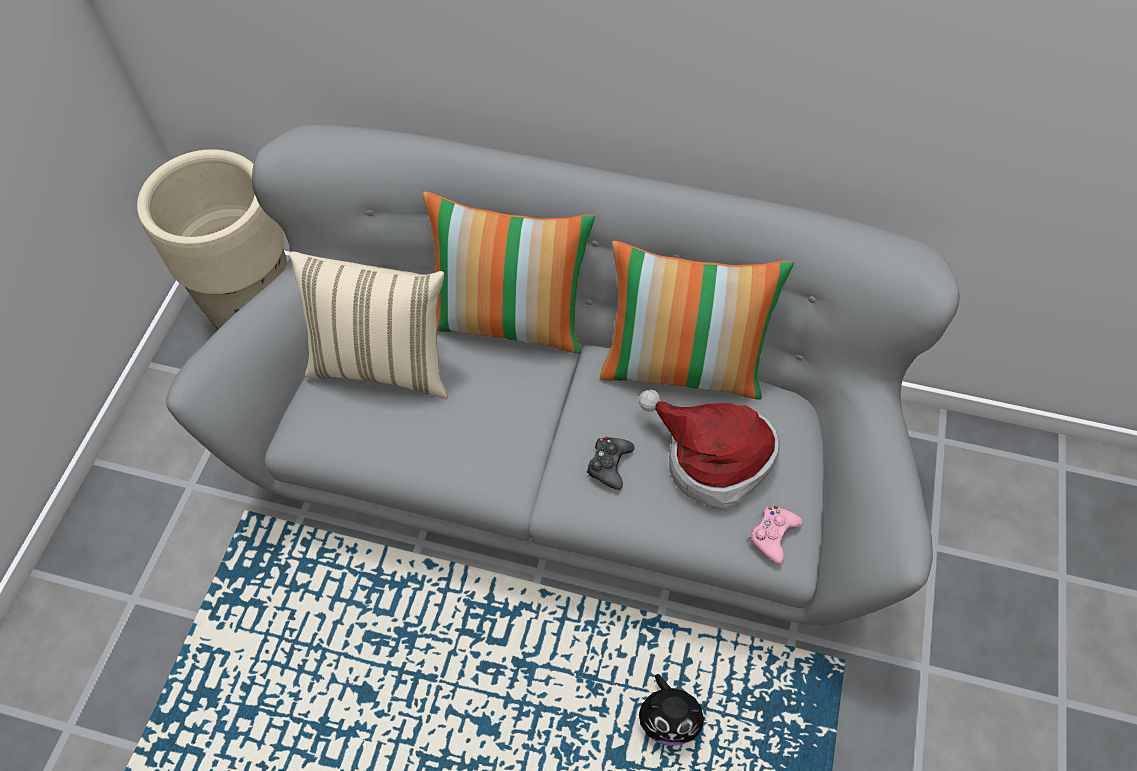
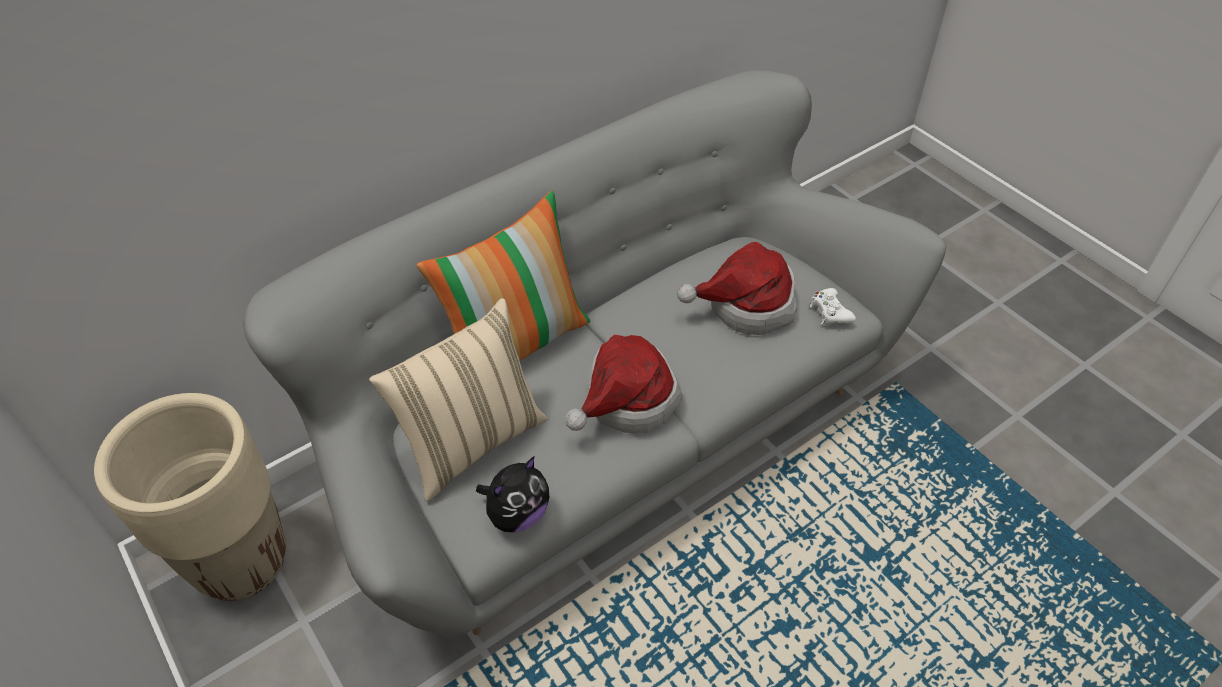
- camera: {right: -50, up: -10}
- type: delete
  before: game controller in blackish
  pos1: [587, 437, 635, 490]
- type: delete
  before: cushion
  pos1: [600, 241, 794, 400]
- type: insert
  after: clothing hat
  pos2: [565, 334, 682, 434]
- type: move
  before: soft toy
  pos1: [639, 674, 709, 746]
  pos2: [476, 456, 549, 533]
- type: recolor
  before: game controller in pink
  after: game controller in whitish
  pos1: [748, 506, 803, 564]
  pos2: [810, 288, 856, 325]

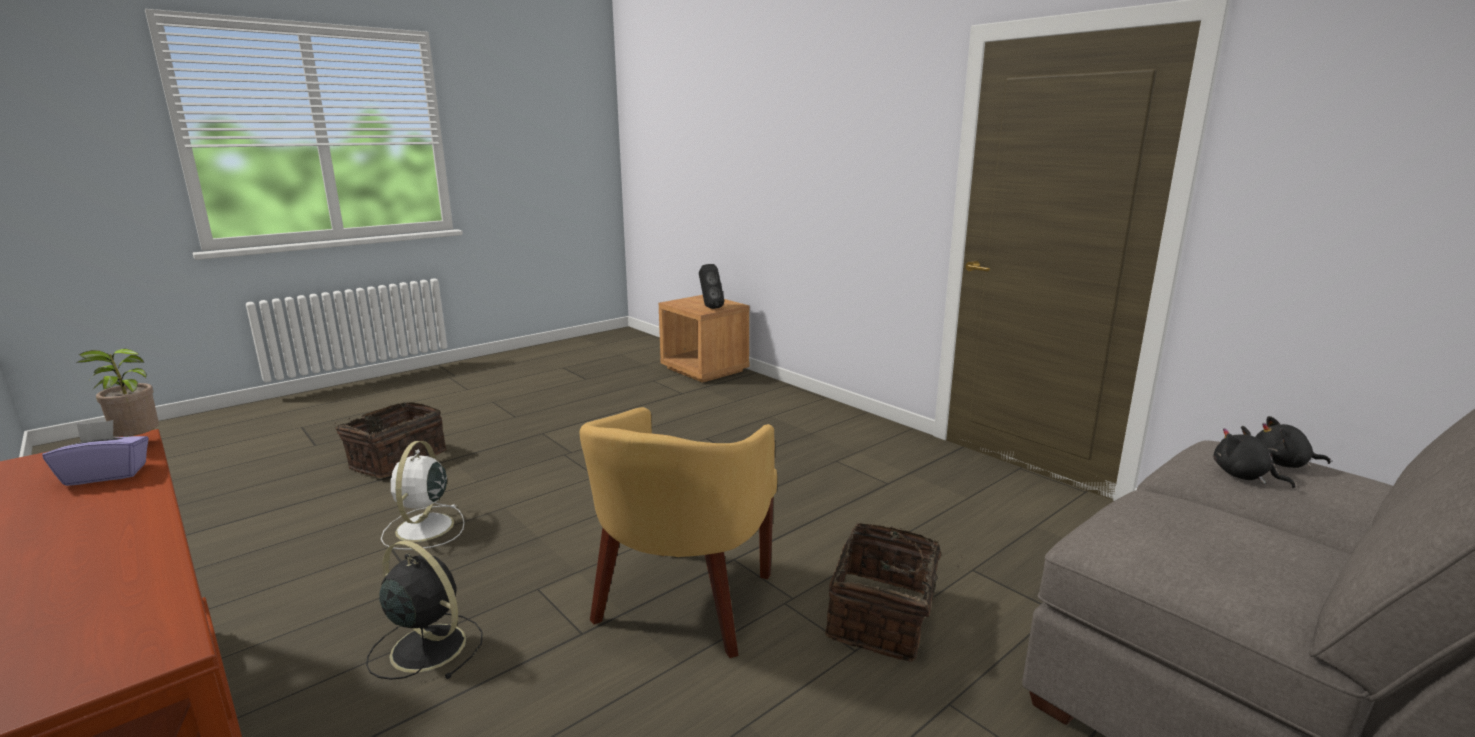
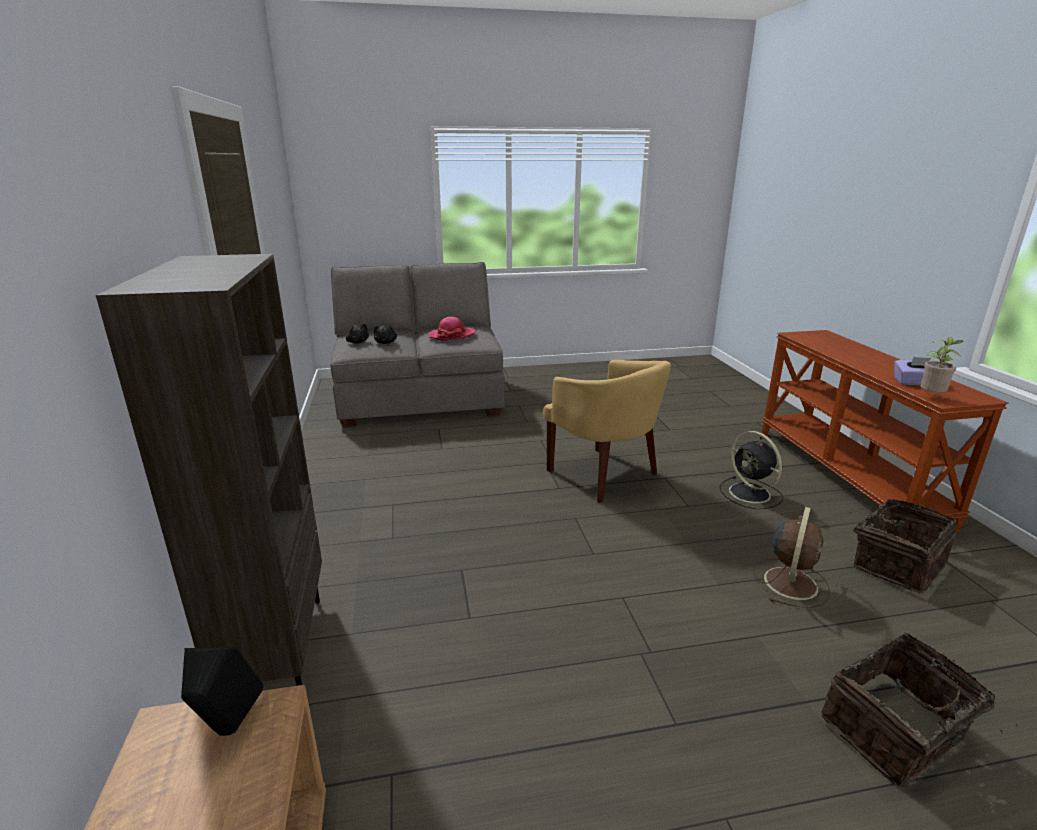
- camera: {right: -150, up: 5}
- type: insert
  after: shelving unit in brownish
  pos2: [96, 254, 322, 686]
- type: insert
  after: clothing hat
  pos2: [428, 317, 476, 341]
- type: move
  before: basket
  pos1: [825, 522, 963, 662]
  pos2: [841, 499, 957, 593]
- type: recolor
  before: electric fan in whitish
  after: electric fan in brownish
  pos1: [381, 441, 464, 550]
  pos2: [753, 507, 830, 608]
- type: rotate
  before: easy chair in yellow
  pos1: [580, 407, 777, 658]
  pos2: [543, 360, 671, 503]
  turn: 90

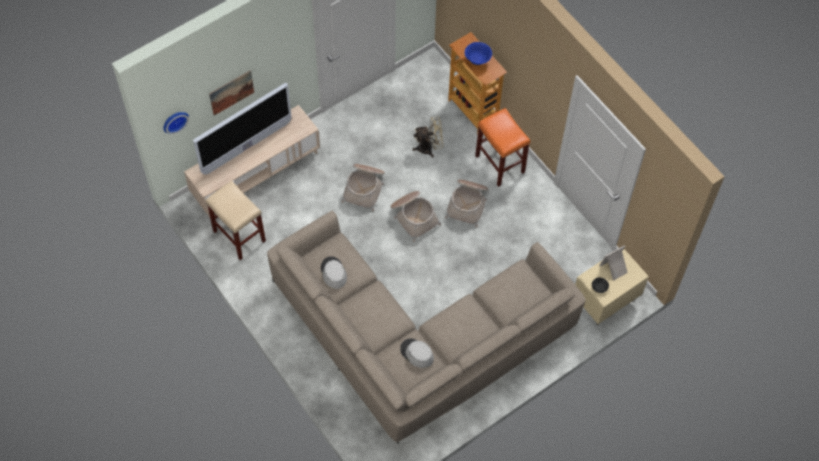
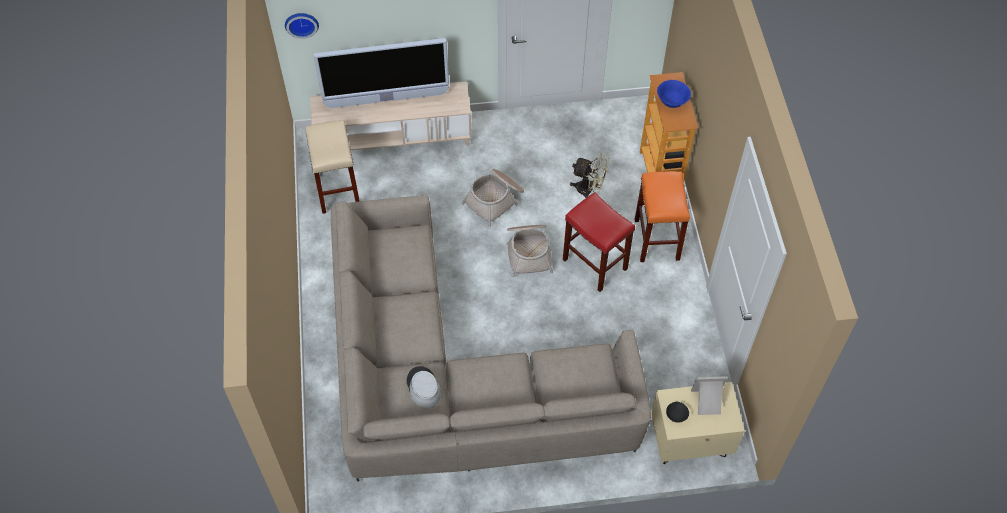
- camera: {right: 30, up: -5}
- type: delete
  before: picture
  pos1: [209, 70, 254, 116]
- type: delete
  before: clothing hat in greyish
  pos1: [321, 256, 347, 289]
- type: replace
  before: basket
  after: stool seat in red-coloured
  pos1: [445, 180, 489, 228]
  pos2: [563, 192, 635, 292]

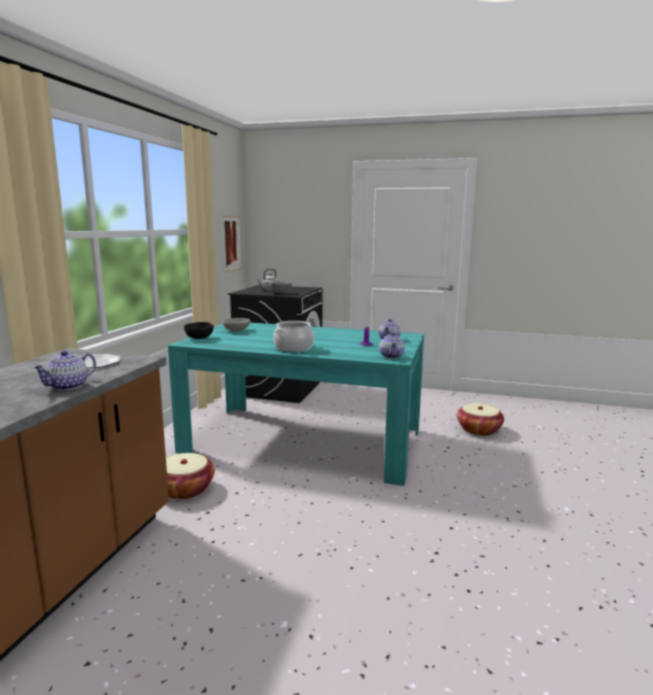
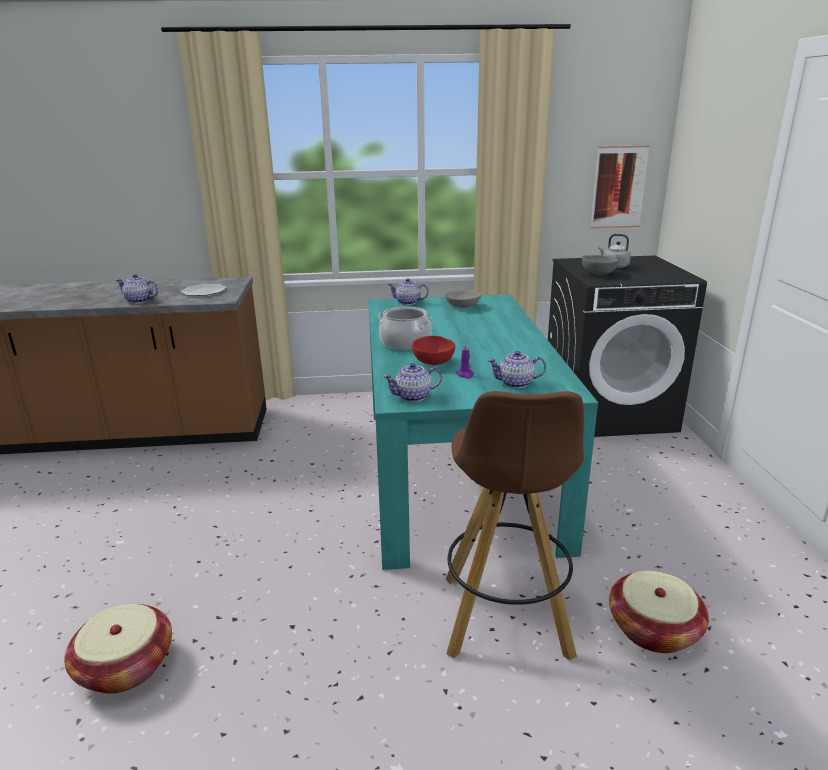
- camera: {right: 70, up: 10}
- type: insert
  after: deep dish in red-coloured
  pos2: [412, 336, 455, 365]
- type: insert
  after: stool seat in brownish
  pos2: [446, 391, 584, 660]
- type: move
  before: basket
  pos1: [166, 453, 215, 499]
  pos2: [64, 604, 172, 694]
- type: replace
  before: deep dish in blackish
  after: teapot
  pos1: [184, 322, 214, 339]
  pos2: [388, 278, 429, 305]

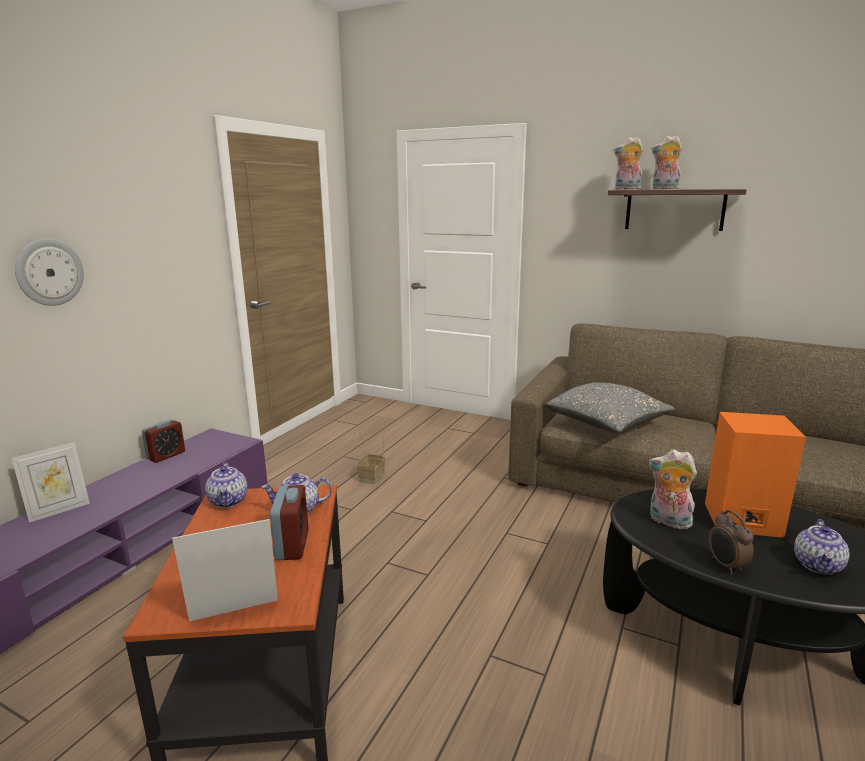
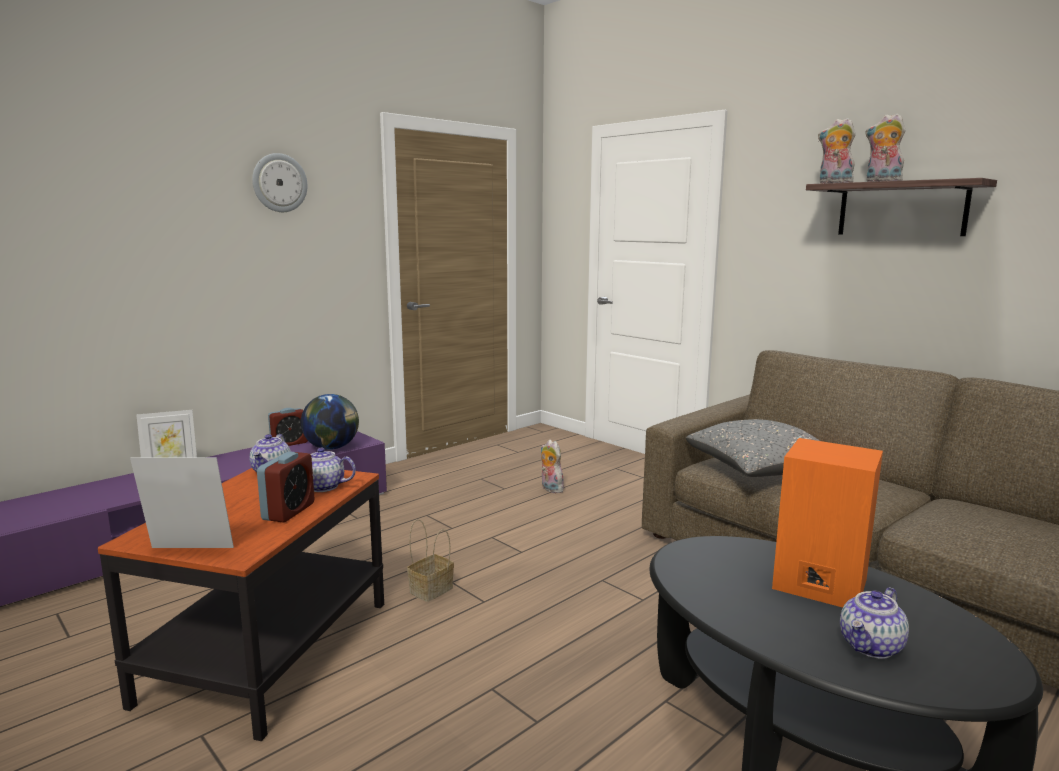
- camera: {right: 20, up: -5}
- type: delete
  before: alarm clock
  pos1: [708, 510, 754, 574]
- type: insert
  after: globe
  pos2: [301, 394, 359, 450]
- type: move
  before: hanging clock
  pos1: [15, 239, 84, 306]
  pos2: [252, 153, 307, 212]
- type: move
  before: basket
  pos1: [356, 432, 385, 484]
  pos2: [407, 519, 454, 602]
- type: move
  before: soft toy
  pos1: [649, 449, 697, 529]
  pos2: [541, 440, 564, 493]

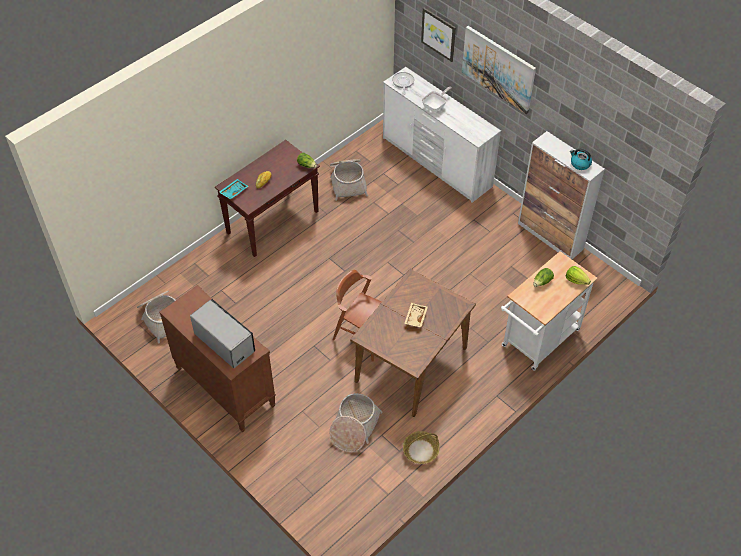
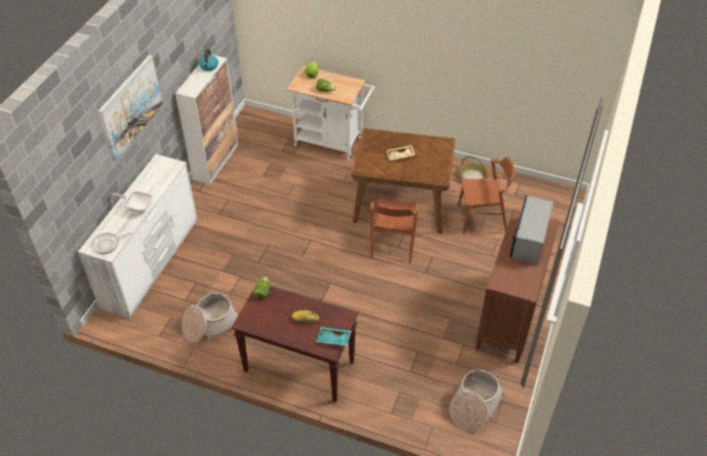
- camera: {right: -115, up: -5}
- type: delete
  before: picture
  pos1: [421, 8, 456, 62]
- type: replace
  before: basket
  after: plain chair in brownish
  pos1: [330, 393, 383, 452]
  pos2: [457, 157, 515, 234]

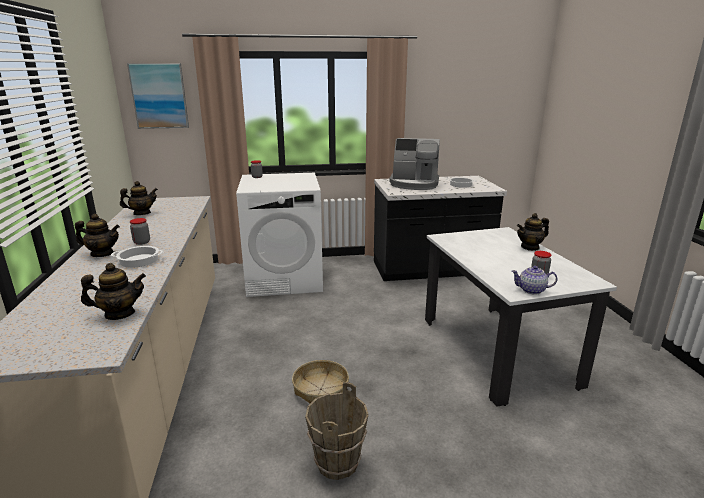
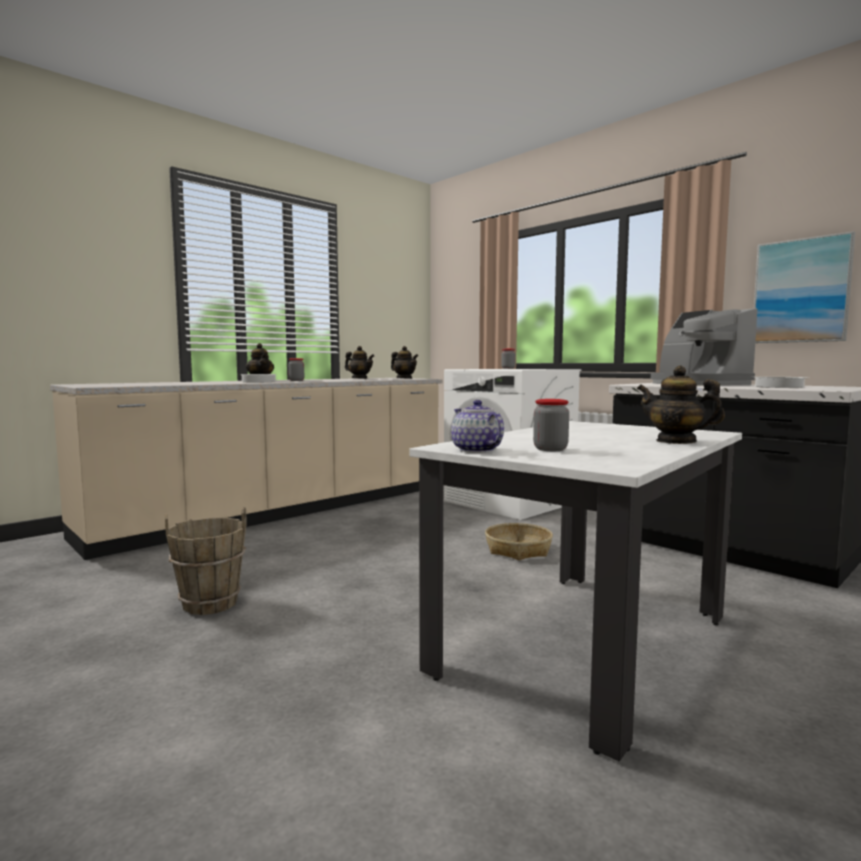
- camera: {right: 55, up: -15}
- type: move
  before: teapot
  pos1: [81, 263, 146, 320]
  pos2: [391, 346, 418, 379]
- type: move
  before: picture
  pos1: [127, 63, 189, 129]
  pos2: [754, 231, 855, 343]
- type: move
  before: basket
  pos1: [292, 360, 349, 404]
  pos2: [485, 523, 553, 560]

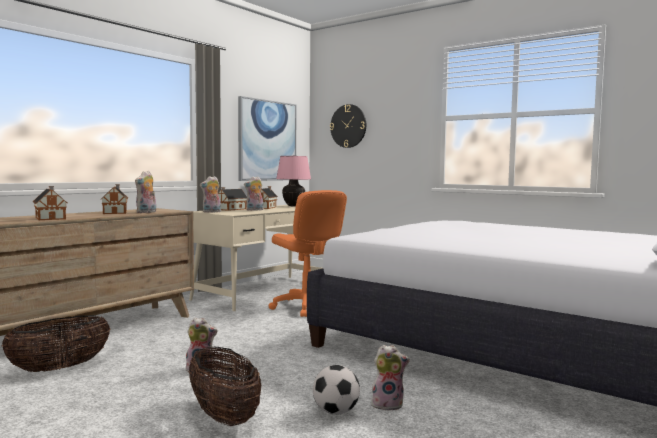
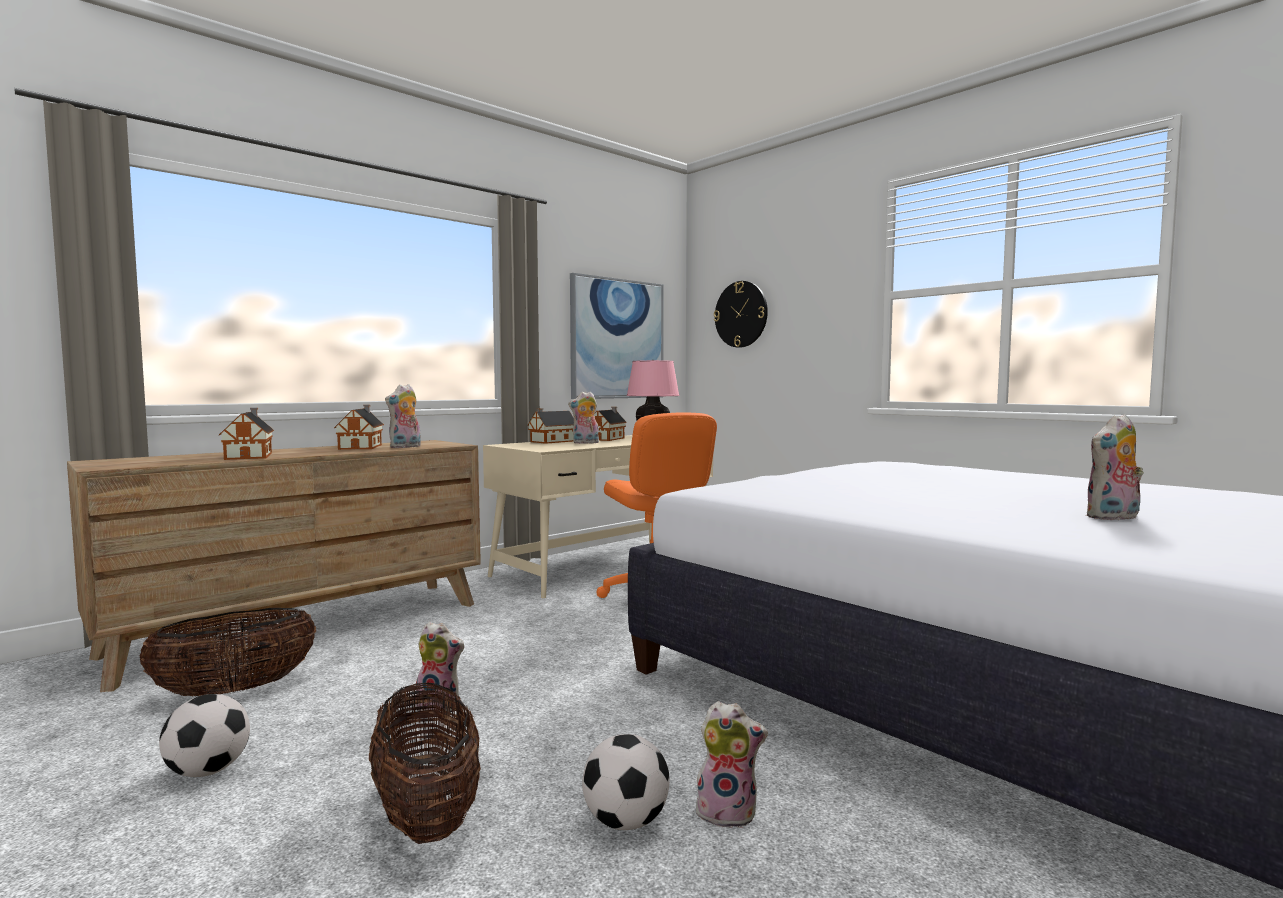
- camera: {right: 10, up: 0}
- type: insert
  after: football
  pos2: [159, 694, 250, 777]
- type: move
  before: soft toy
  pos1: [200, 176, 221, 213]
  pos2: [1085, 414, 1144, 520]

